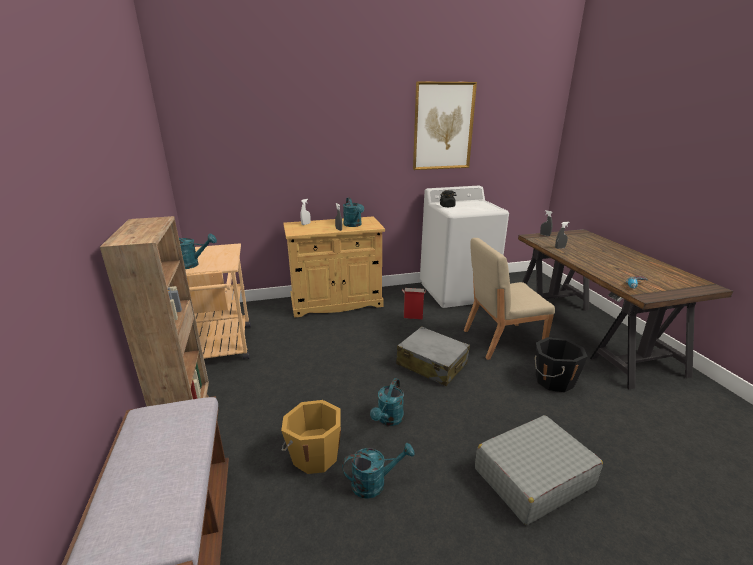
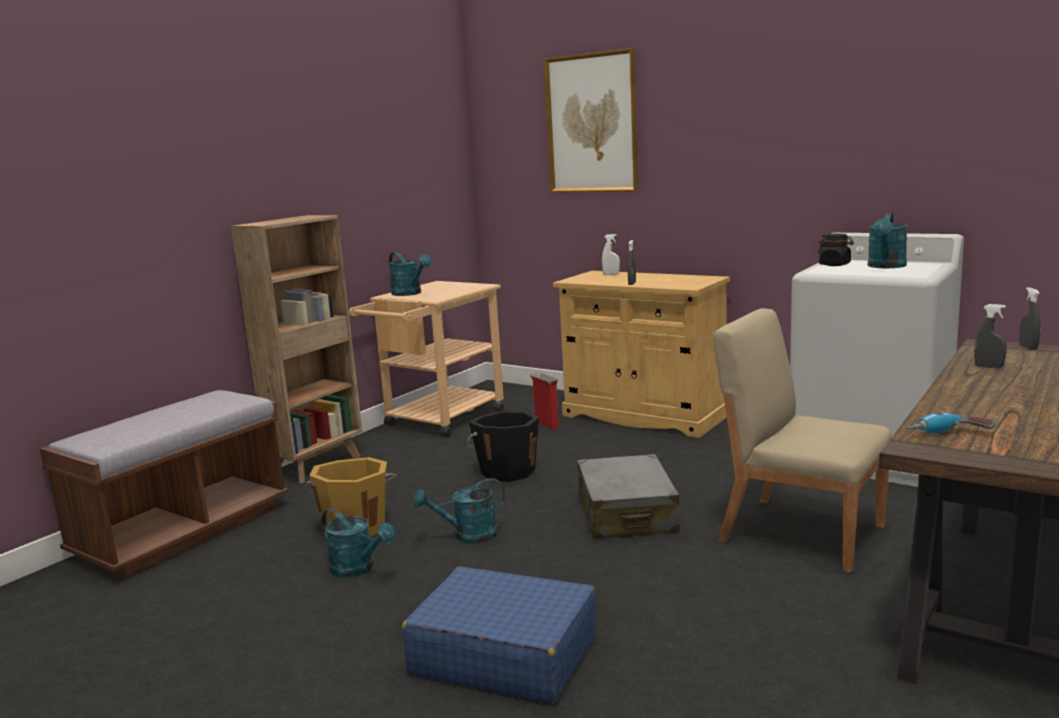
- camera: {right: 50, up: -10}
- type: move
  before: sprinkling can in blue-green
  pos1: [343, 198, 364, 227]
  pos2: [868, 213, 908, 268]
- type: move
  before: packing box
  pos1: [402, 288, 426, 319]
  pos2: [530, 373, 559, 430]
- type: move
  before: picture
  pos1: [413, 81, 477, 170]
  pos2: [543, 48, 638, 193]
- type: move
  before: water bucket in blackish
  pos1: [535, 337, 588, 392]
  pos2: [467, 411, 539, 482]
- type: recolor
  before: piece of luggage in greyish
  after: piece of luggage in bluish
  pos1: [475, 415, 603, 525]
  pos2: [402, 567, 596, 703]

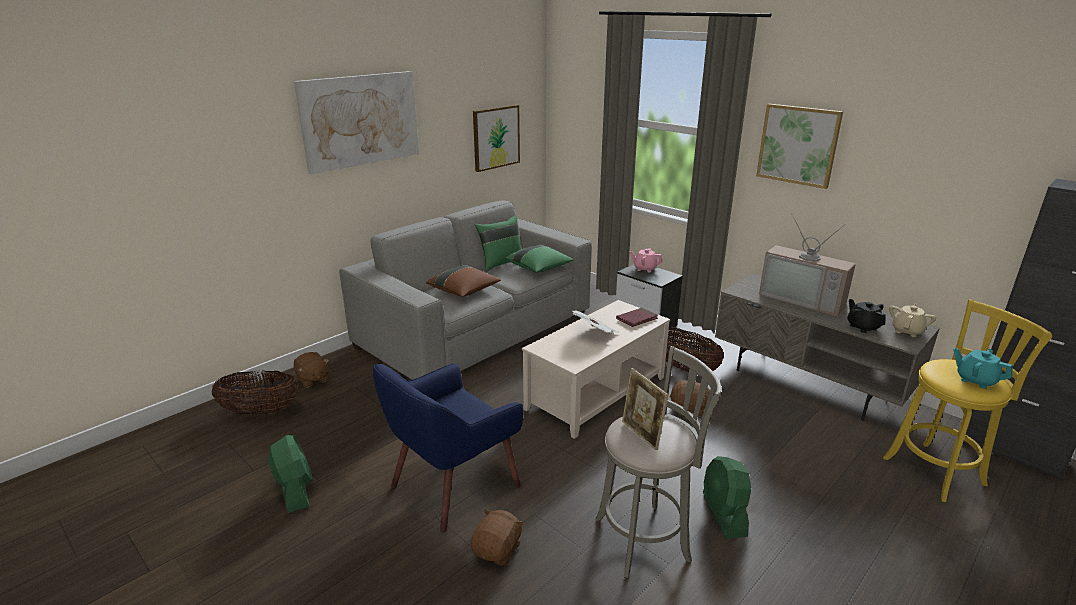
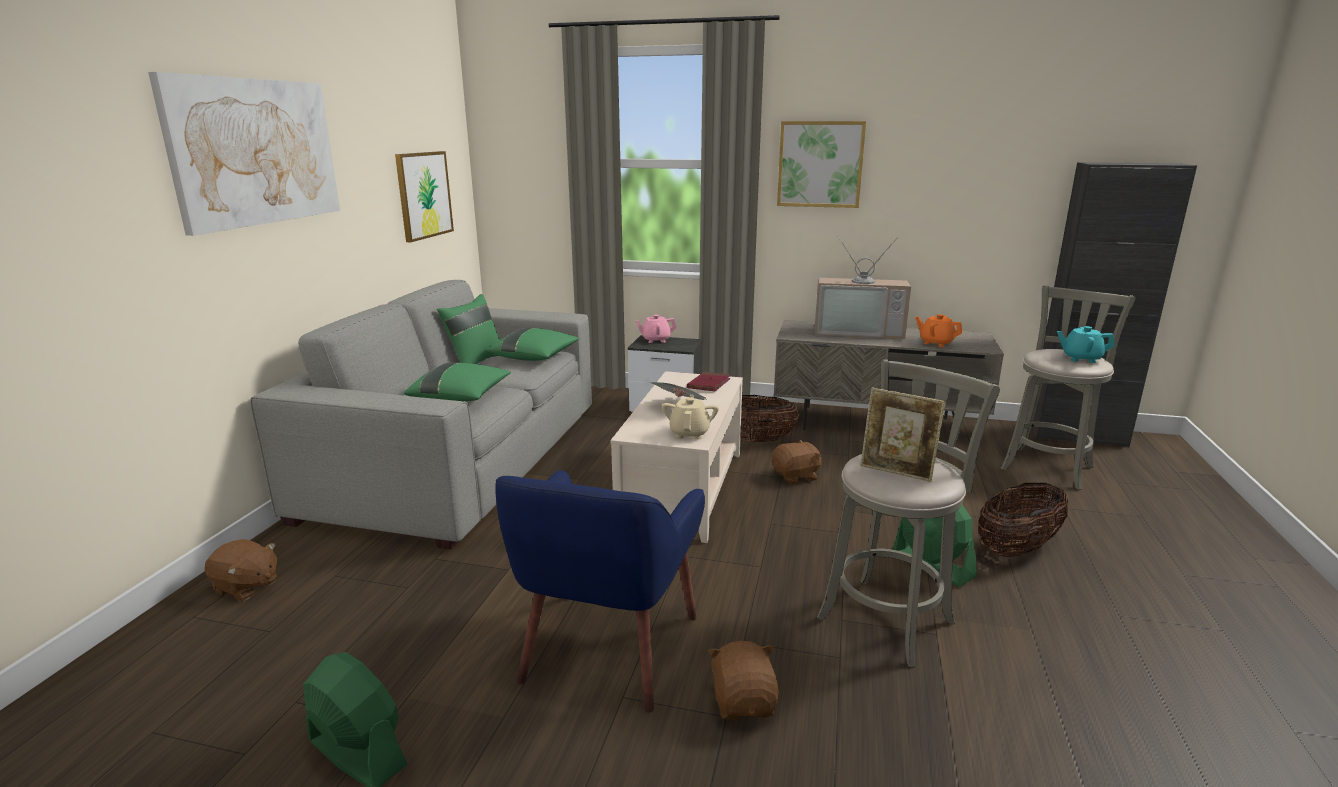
- camera: {right: -30, up: -5}
- type: move
  before: basket
  pos1: [212, 370, 299, 415]
  pos2: [978, 483, 1068, 557]
- type: move
  before: teapot in beige-coloured
  pos1: [889, 303, 936, 337]
  pos2: [662, 395, 719, 439]
- type: recolor
  before: cushion in brownish
  after: cushion in green
  pos1: [426, 265, 501, 297]
  pos2: [404, 362, 511, 402]
- type: recolor
  before: teapot in blackish
  after: teapot in orangey
  pos1: [847, 299, 886, 333]
  pos2: [915, 314, 962, 347]
- type: recolor
  before: stool seat in yellow
  after: stool seat in greyish
  pos1: [883, 299, 1052, 502]
  pos2: [1000, 285, 1135, 490]

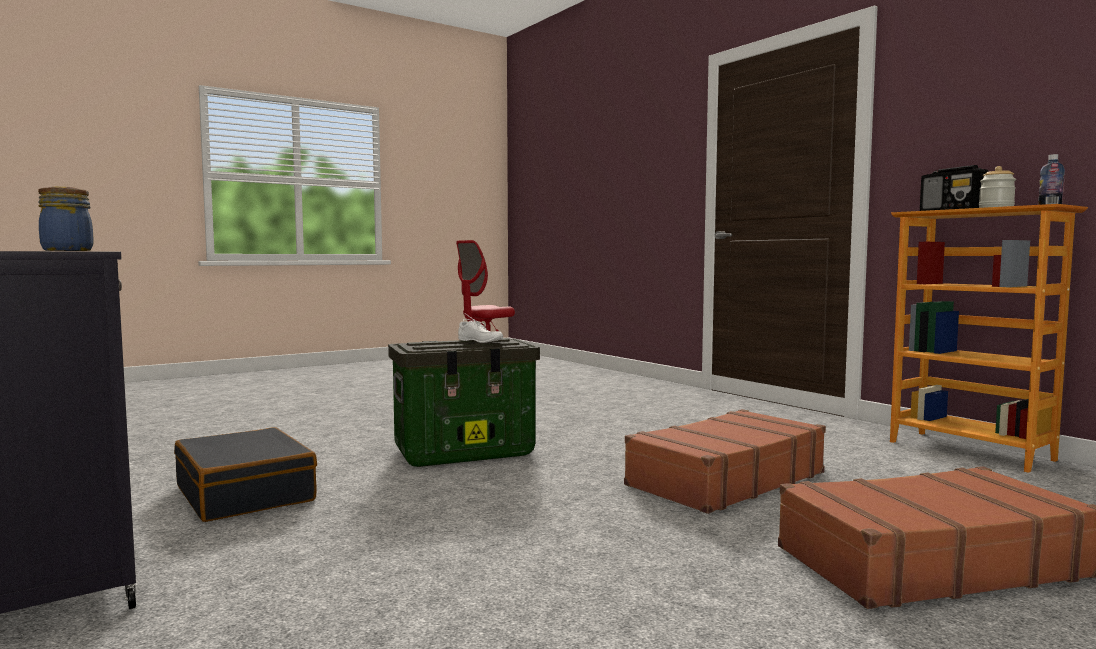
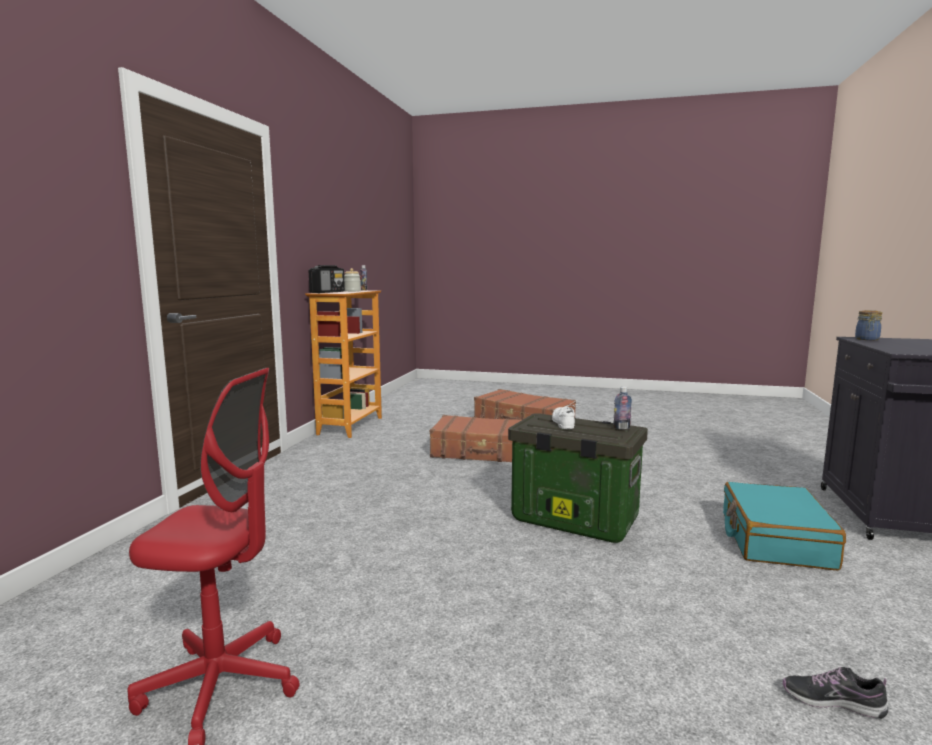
- camera: {right: -130, up: 5}
- type: insert
  after: beverage bottle
  pos2: [613, 387, 632, 429]
- type: insert
  after: item of footwear
  pos2: [783, 667, 888, 719]
- type: recolor
  before: piece of luggage in blackish
  after: piece of luggage in blue-green
  pos1: [174, 427, 317, 522]
  pos2: [723, 482, 846, 570]

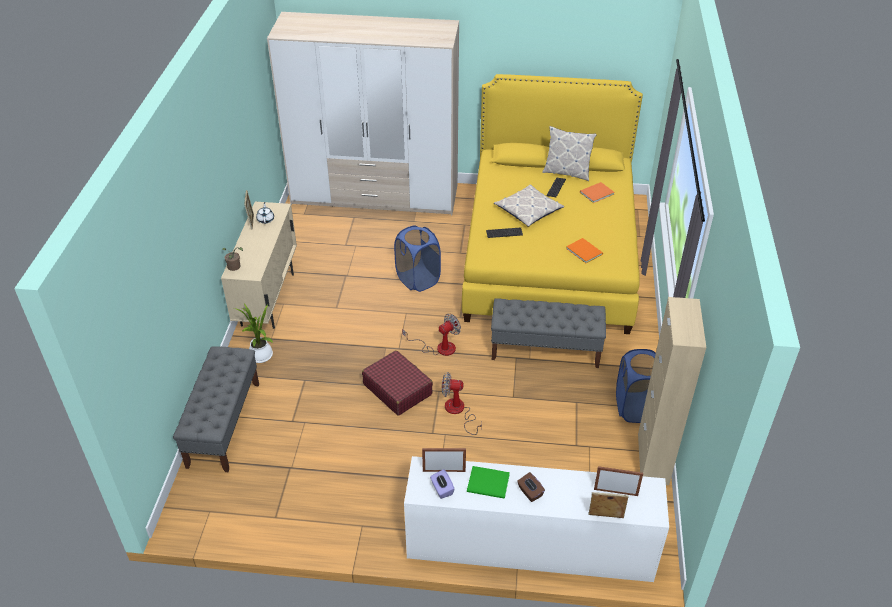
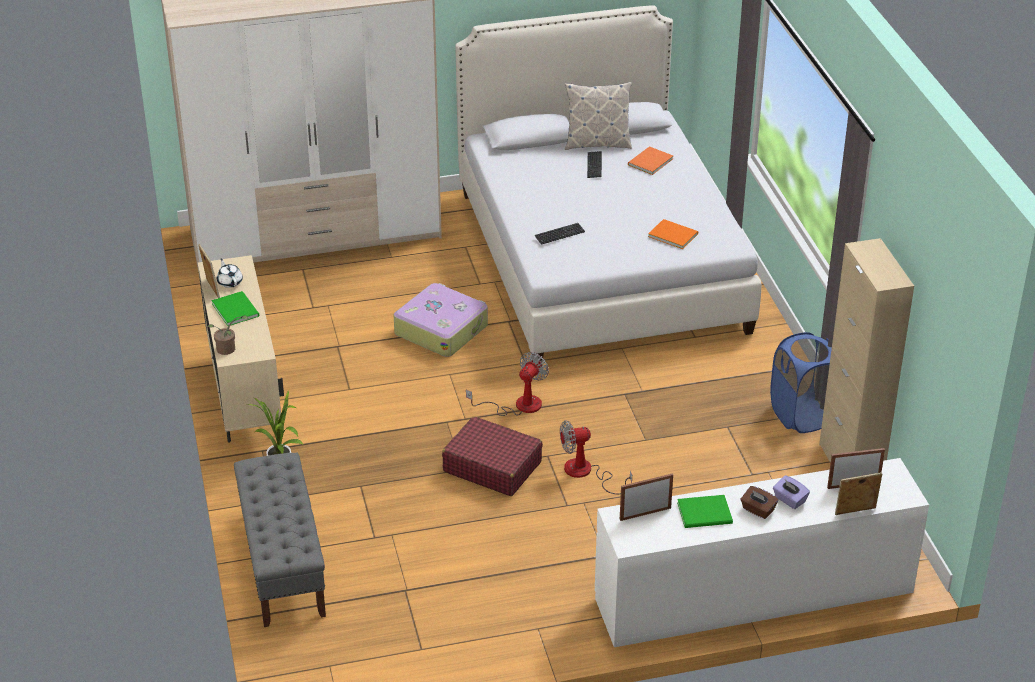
- camera: {right: -20, up: -5}
- type: delete
  before: bench in greyish
  pos1: [491, 298, 606, 368]
- type: delete
  before: cushion
  pos1: [494, 185, 564, 227]
- type: insert
  after: bound book in green
  pos2: [211, 291, 259, 326]
- type: move
  before: tissue holder in purple-coloured
  pos1: [430, 469, 455, 499]
  pos2: [773, 476, 810, 509]
- type: replace
  before: washing basket in bluish
  after: piece of luggage
  pos1: [394, 225, 441, 292]
  pos2: [394, 283, 488, 357]
- type: recolor
  before: sleeping bed in yellow
  after: sleeping bed in whitish
  pos1: [462, 74, 643, 334]
  pos2: [455, 5, 761, 361]

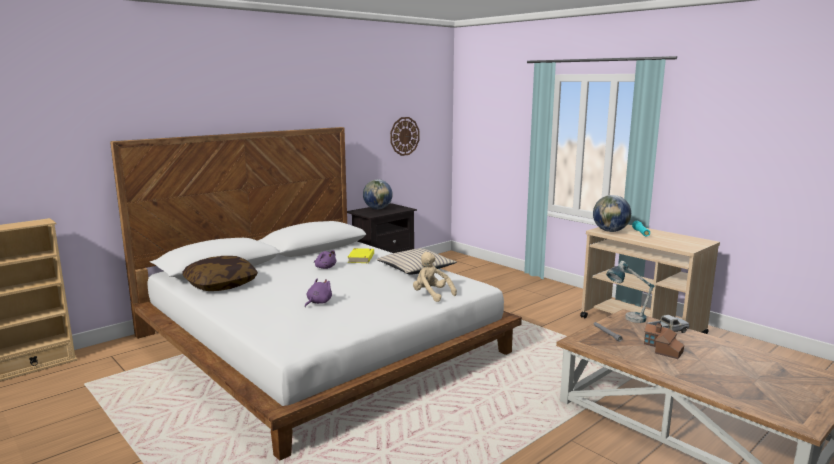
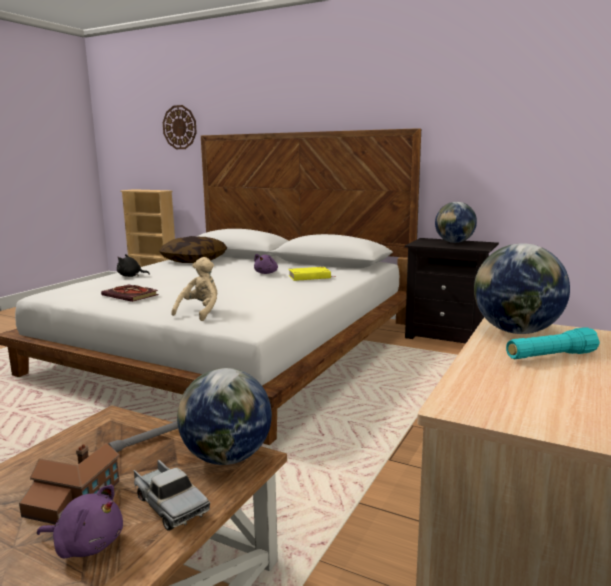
- camera: {right: 70, up: 0}
- type: delete
  before: cushion in beige-coloured
  pos1: [377, 248, 457, 275]
- type: insert
  after: bound book
  pos2: [101, 284, 159, 302]
- type: insert
  after: soft toy in blackish
  pos2: [117, 254, 150, 277]
- type: move
  before: soft toy in purple-coloured
  pos1: [305, 278, 332, 307]
  pos2: [37, 485, 123, 559]
- type: move
  before: hanging clock
  pos1: [390, 117, 419, 156]
  pos2: [163, 105, 197, 149]
- type: replace
  before: table lamp
  after: globe
  pos1: [606, 261, 655, 323]
  pos2: [177, 368, 272, 465]

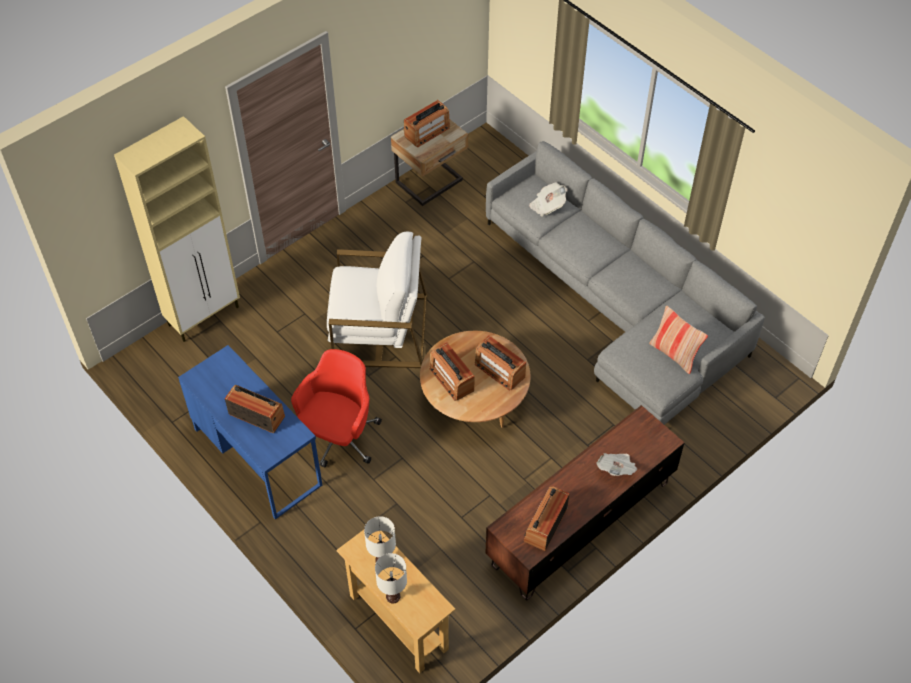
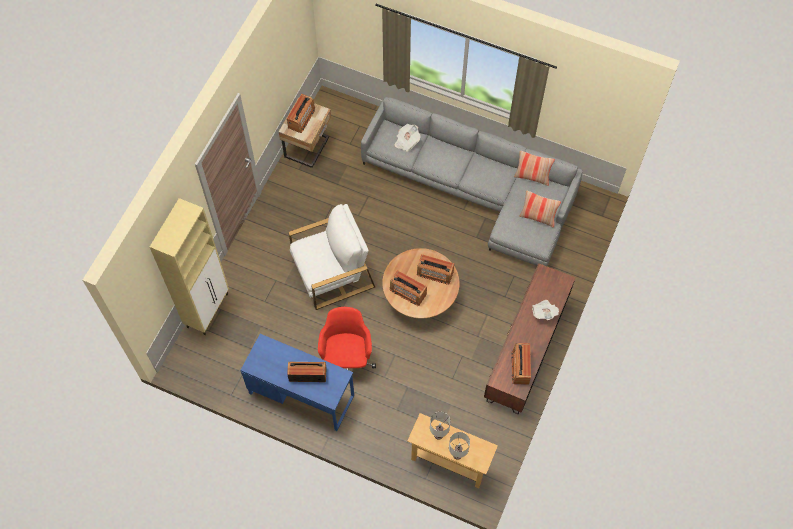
- camera: {right: -25, up: 10}
- type: insert
  after: cushion
  pos2: [514, 151, 555, 186]

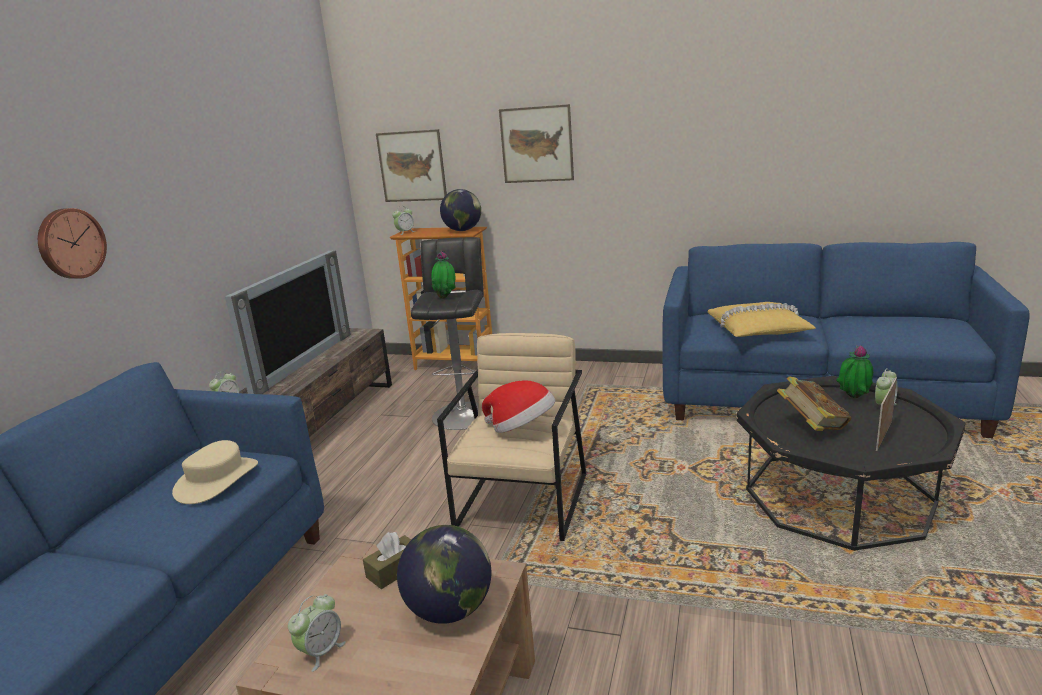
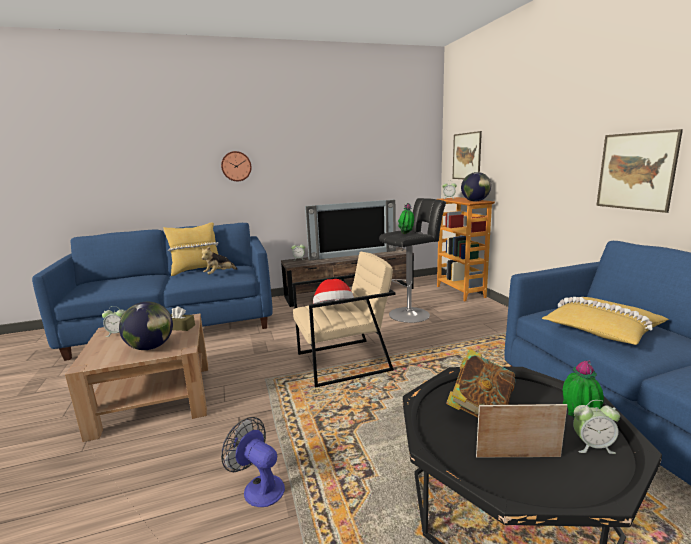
- camera: {right: 55, up: -5}
- type: insert
  after: cushion in yellow
  pos2: [163, 222, 222, 276]
- type: insert
  after: electric fan
  pos2: [221, 417, 285, 507]
- type: move
  before: picture
  pos1: [499, 104, 574, 183]
  pos2: [596, 129, 683, 213]
- type: replace
  before: clothing hat in beige-coloured
  after: soft toy
  pos1: [172, 440, 258, 504]
  pos2: [200, 246, 237, 274]

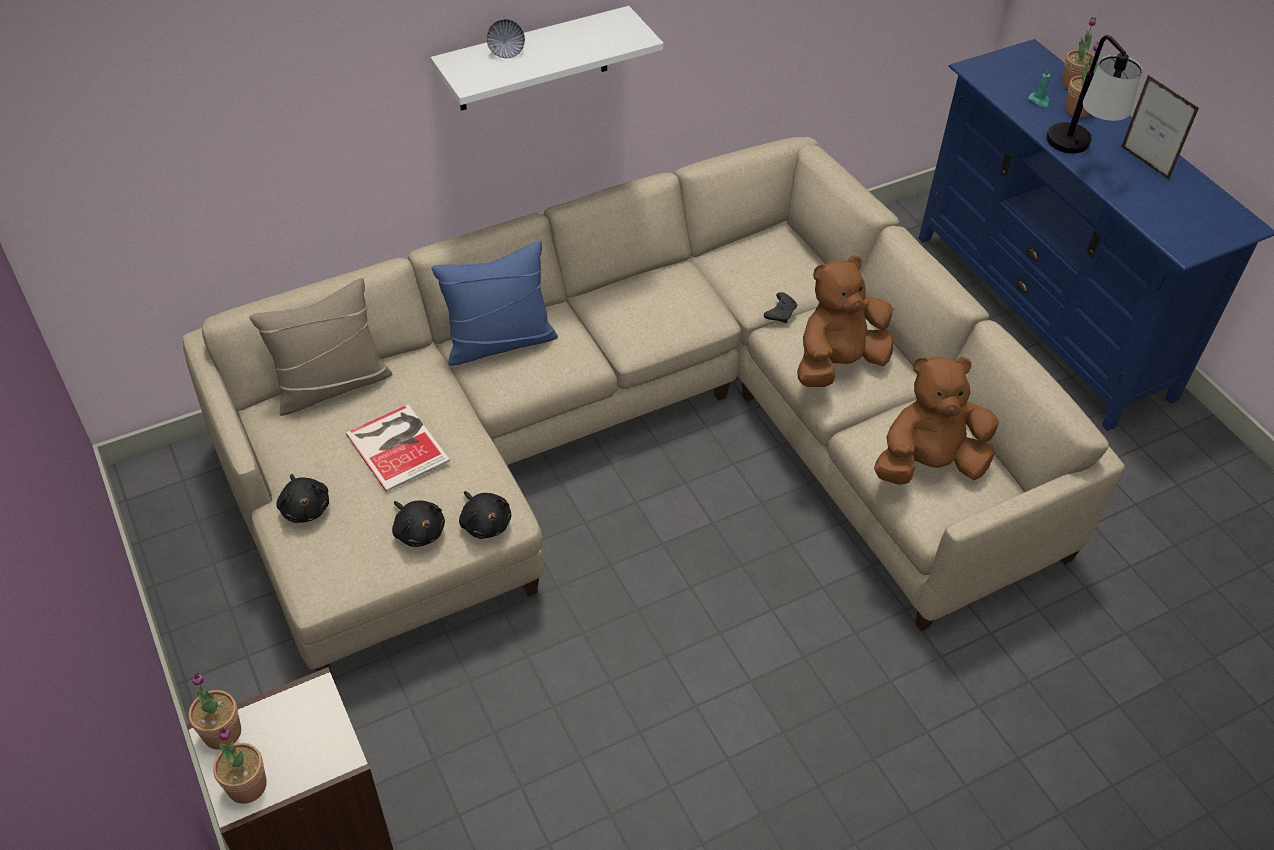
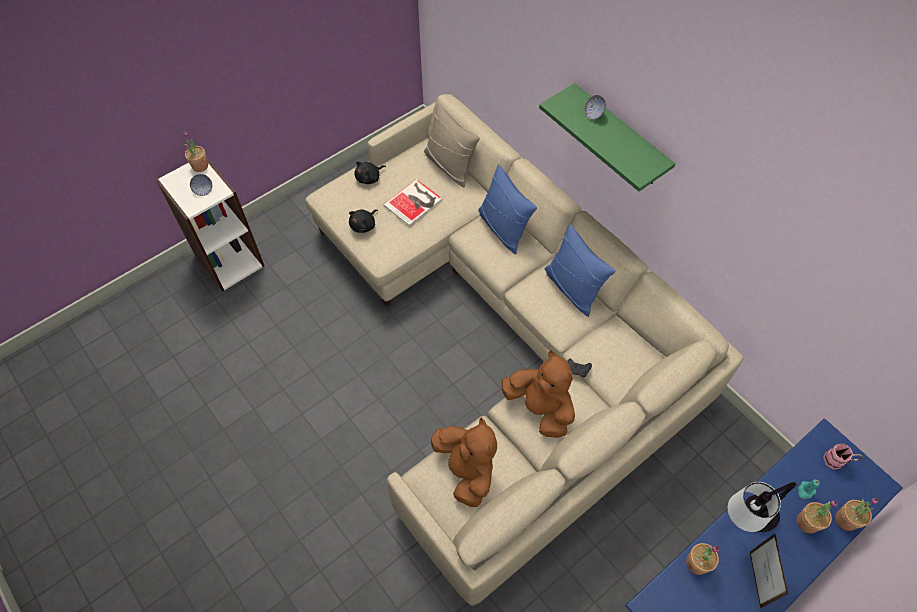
- camera: {right: 80, up: 10}
- type: delete
  before: soft toy in blackish
  pos1: [459, 491, 511, 539]
- type: insert
  after: deep dish
  pos2: [190, 174, 212, 196]
- type: insert
  after: cushion in bluish
  pos2: [545, 224, 615, 317]
- type: insert
  after: mug in pink
  pos2: [823, 443, 863, 469]
- type: move
  before: houseplant
  pos1: [213, 728, 267, 804]
  pos2: [686, 543, 719, 575]
- type: recolor
  before: shelf in whitish
  after: shelf in green
  pos1: [431, 6, 663, 111]
  pos2: [539, 83, 675, 192]
- type: rotate
  before: standing frame
  pos1: [1121, 75, 1199, 180]
  pos2: [750, 533, 788, 608]
  turn: 135

